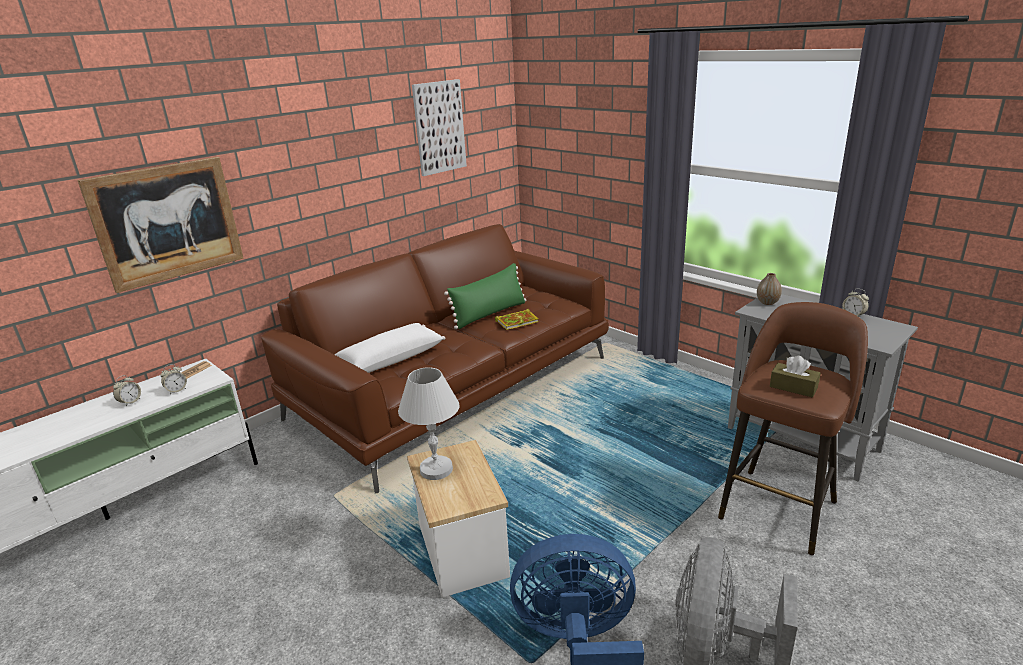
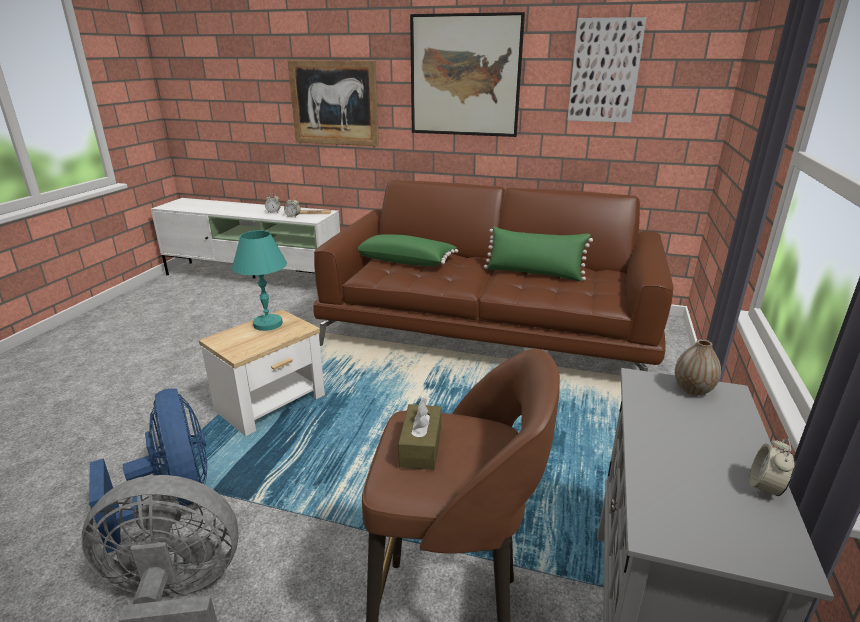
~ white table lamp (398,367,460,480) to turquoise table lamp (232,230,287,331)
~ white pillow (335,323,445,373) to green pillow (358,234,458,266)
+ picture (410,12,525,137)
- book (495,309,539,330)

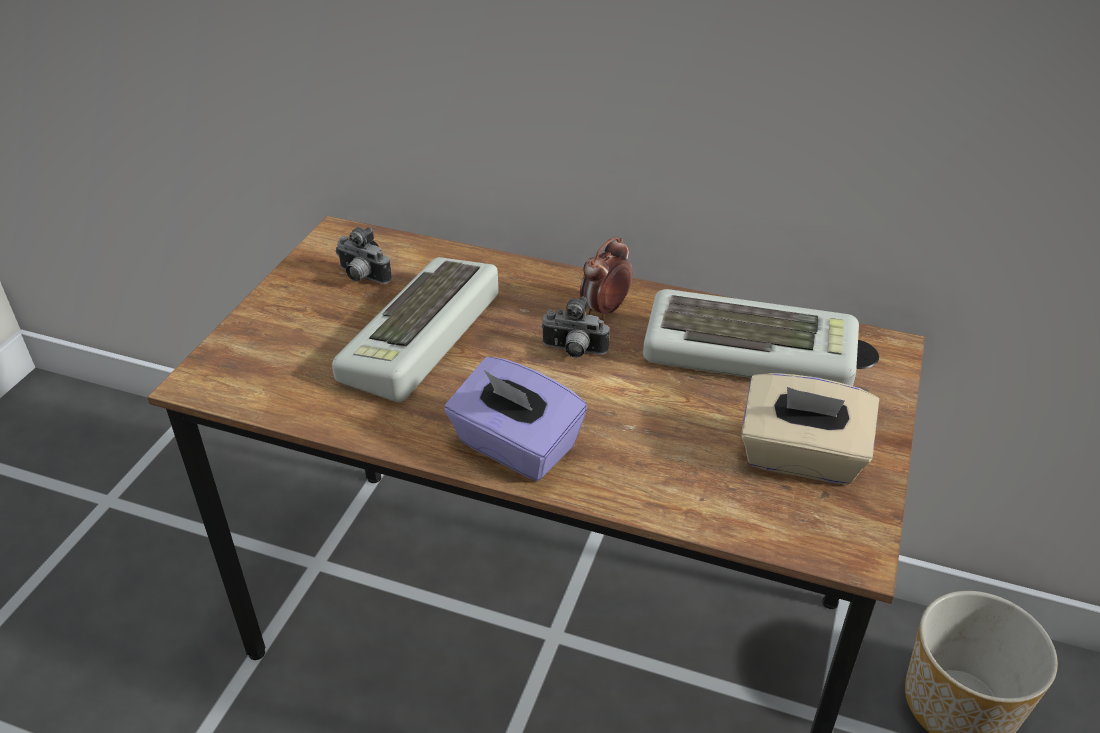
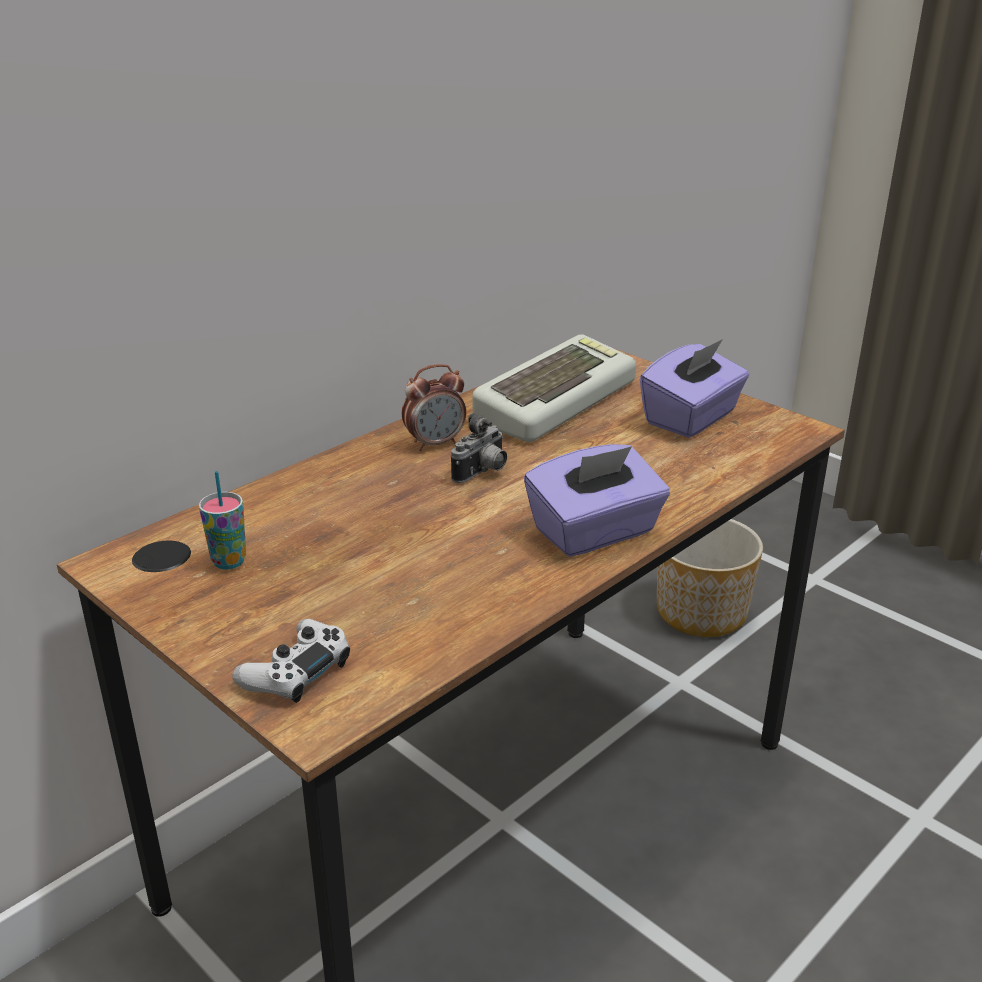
~ photo camera (336,227,392,284) to cup (199,471,246,569)
+ white game controller (232,619,350,703)
~ alarm clock (580,237,633,320) = (402,364,466,451) 90 degrees counterclockwise
~ beige tissue box (741,373,879,485) to purple tissue box (640,339,749,438)
- keyboard (332,257,499,402)

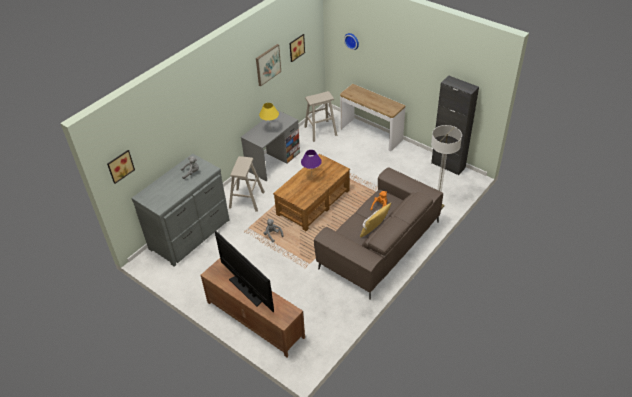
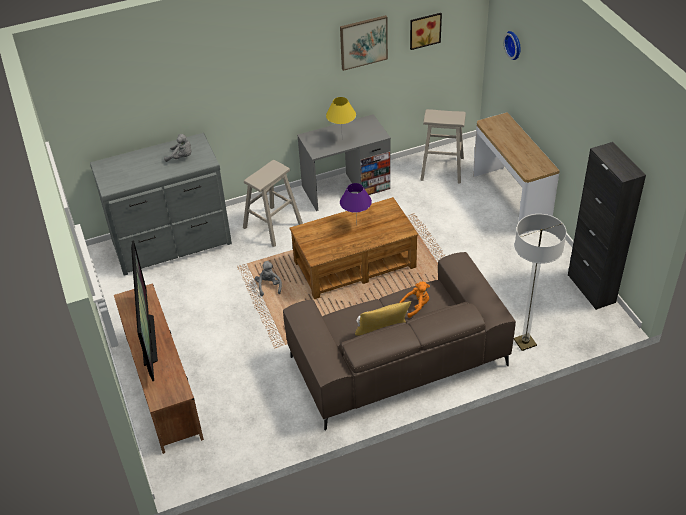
- picture (107,150,135,184)

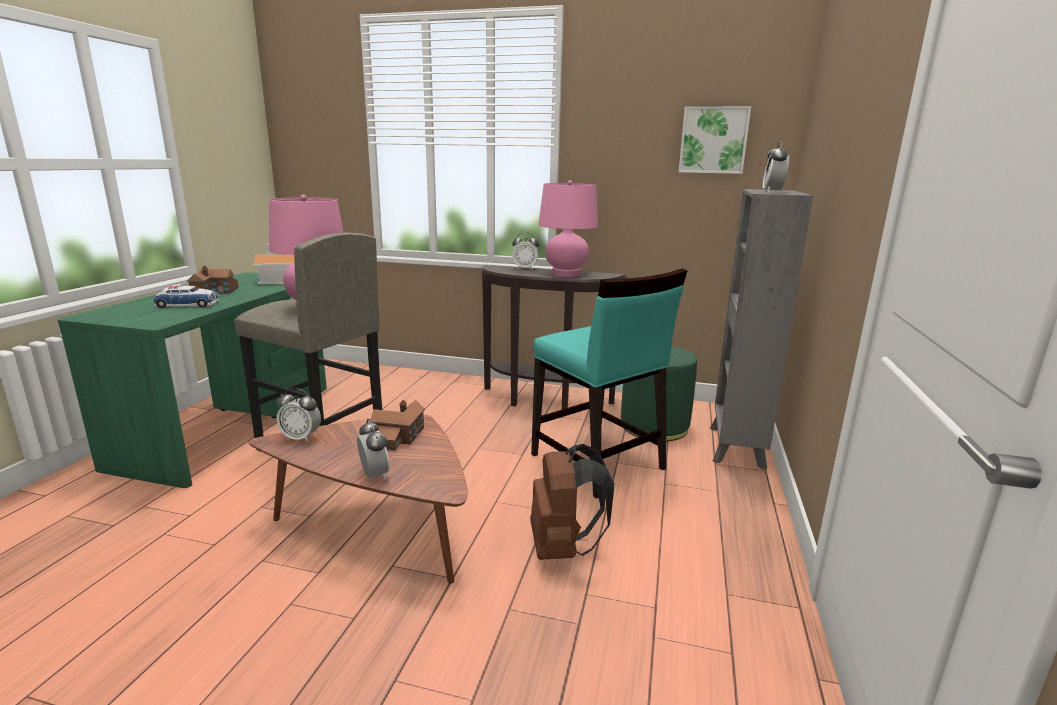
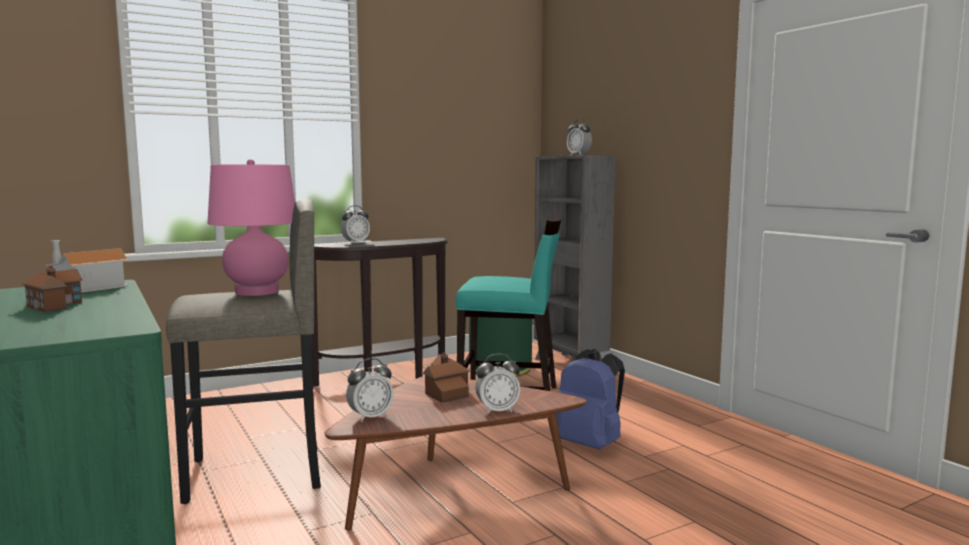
~ alarm clock (357,419,390,480) = (475,354,520,414) 150 degrees clockwise
~ brown backpack (530,444,614,560) to blue backpack (556,349,625,450)
- toy car (154,284,219,308)
- pink table lamp (538,180,598,277)
- picture (679,106,751,174)

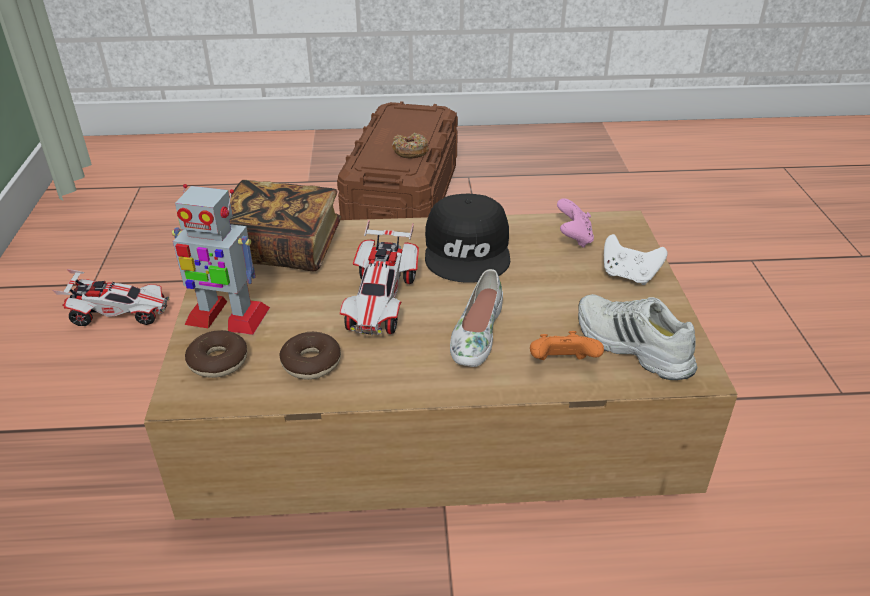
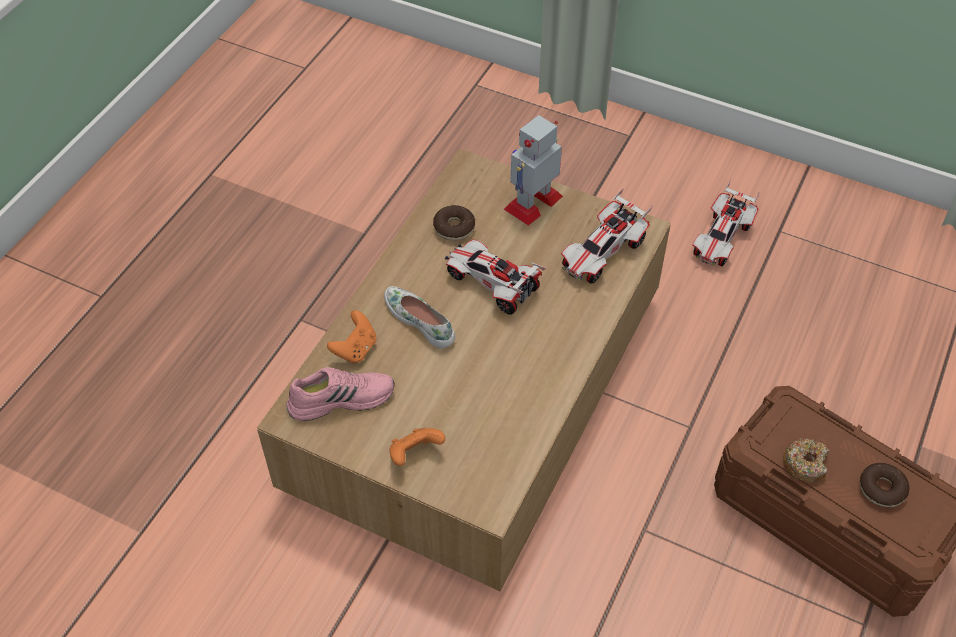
~ white shoe (578,294,697,380) to pink shoe (286,367,394,421)
~ white game controller (604,234,667,285) to orange game controller (389,428,445,466)
~ book (229,180,341,272) to toy car (561,188,652,284)
~ donut (185,330,247,378) to (860,463,910,507)
- black cap (425,194,510,283)
- pink game controller (557,198,594,248)

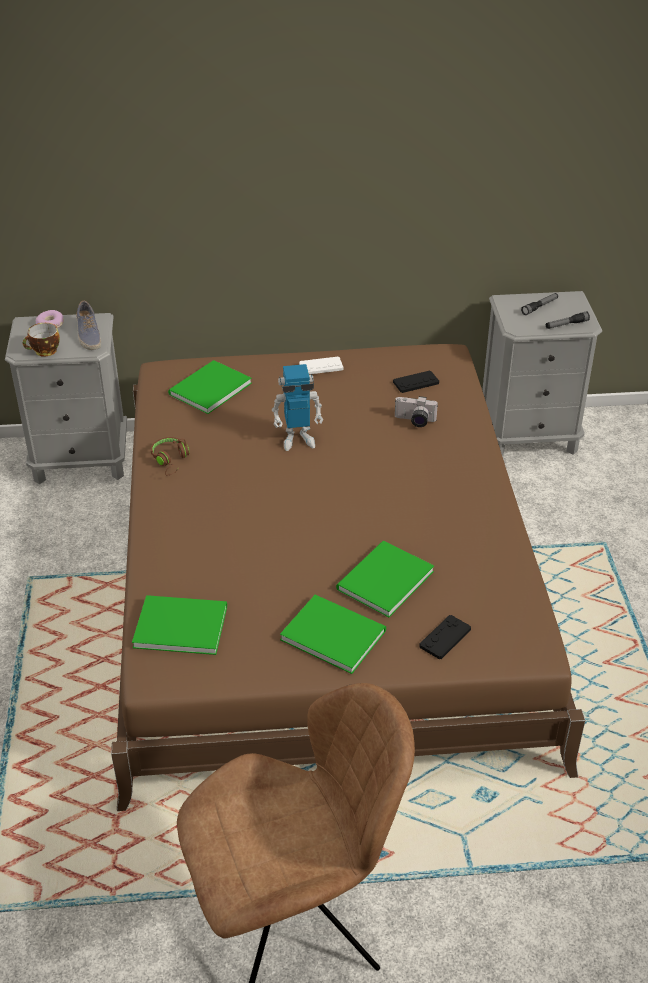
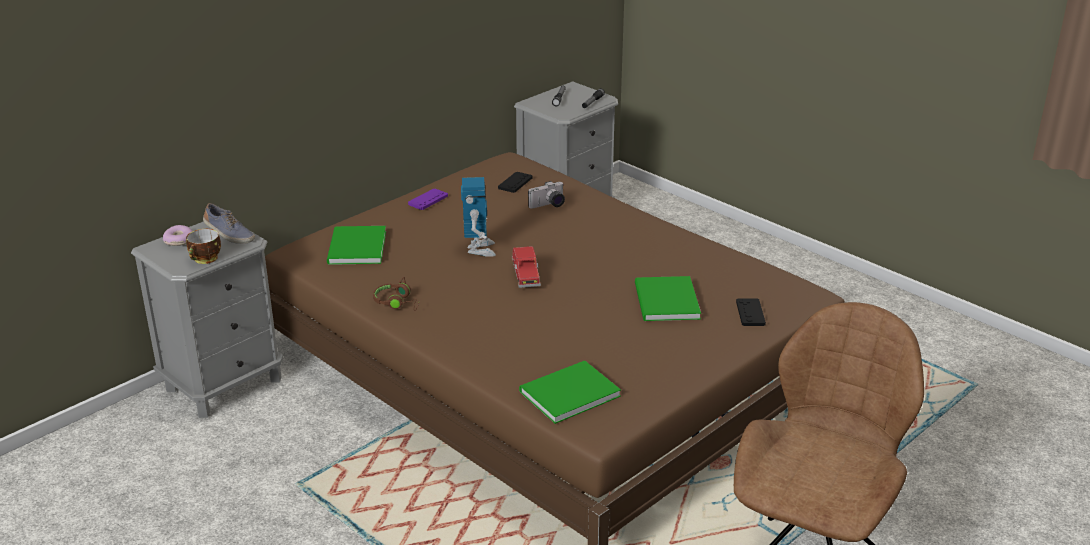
~ white game controller (299,357,343,374) to purple game controller (408,188,448,210)
~ toy robot (272,364,323,451) = (461,177,496,257) 45 degrees counterclockwise
+ red toy car (512,246,541,288)
- green book (280,595,386,674)

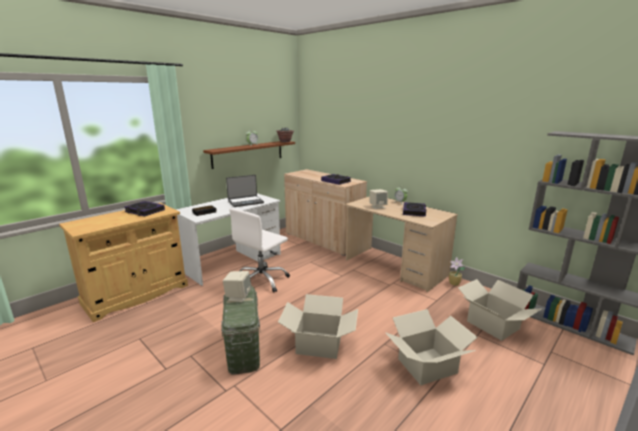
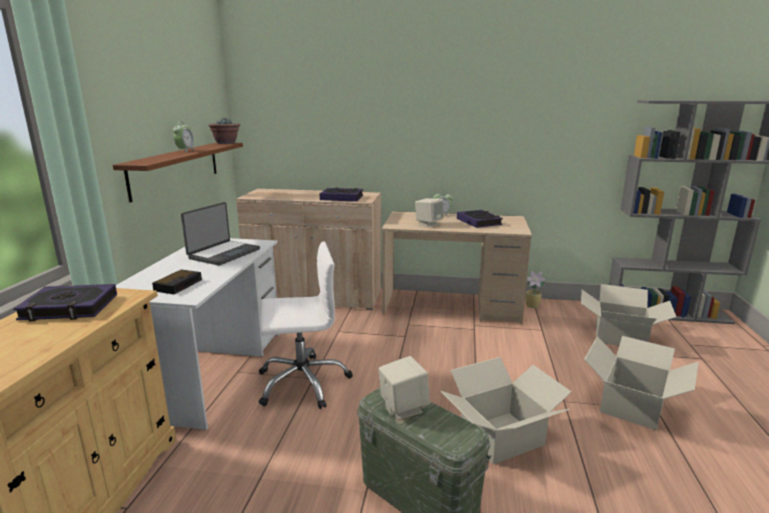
~ white office chair (229,208,290,293) = (259,241,353,409) 105 degrees counterclockwise

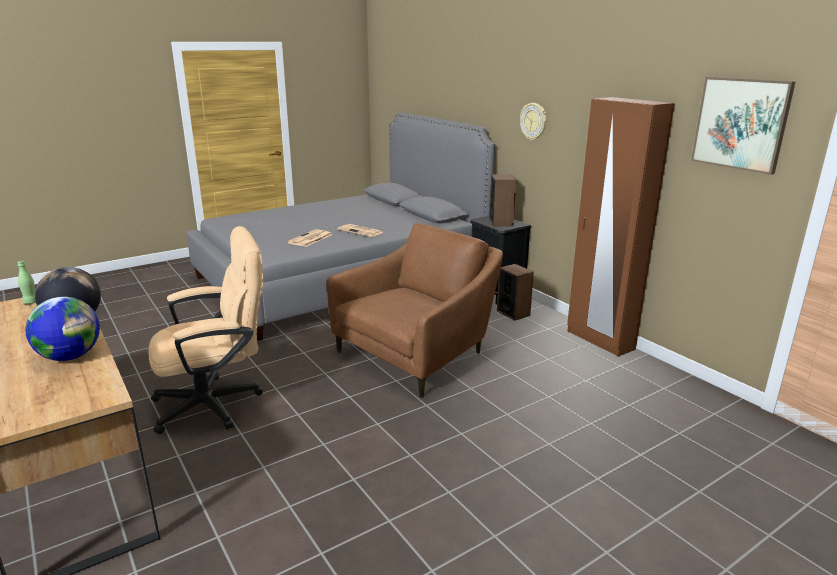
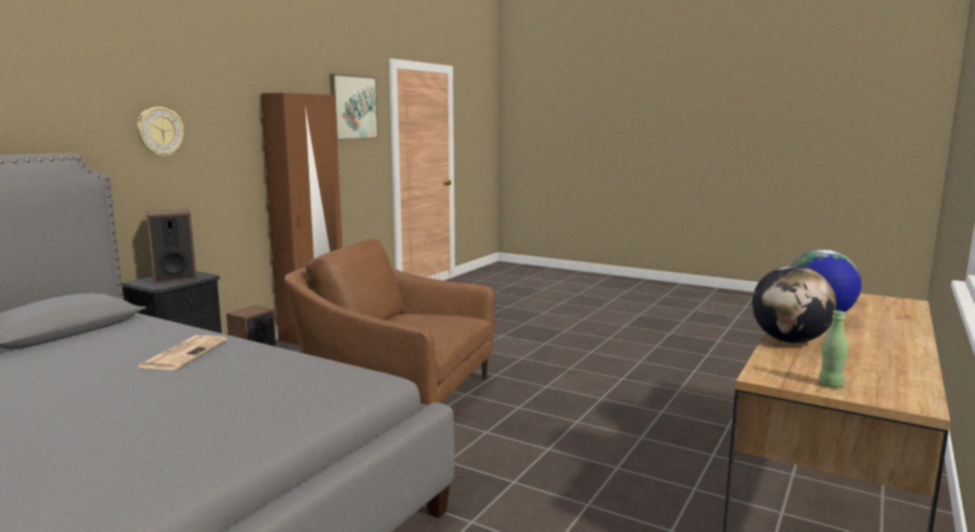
- beige office chair (148,226,263,434)
- newspaper (287,229,332,247)

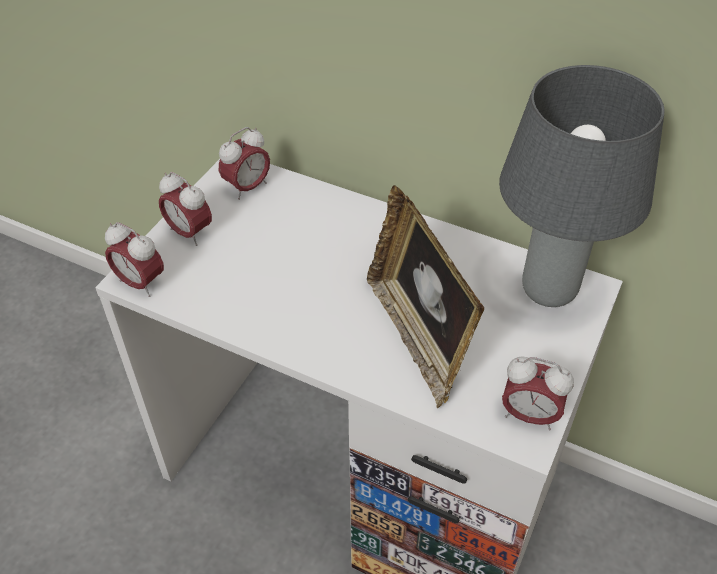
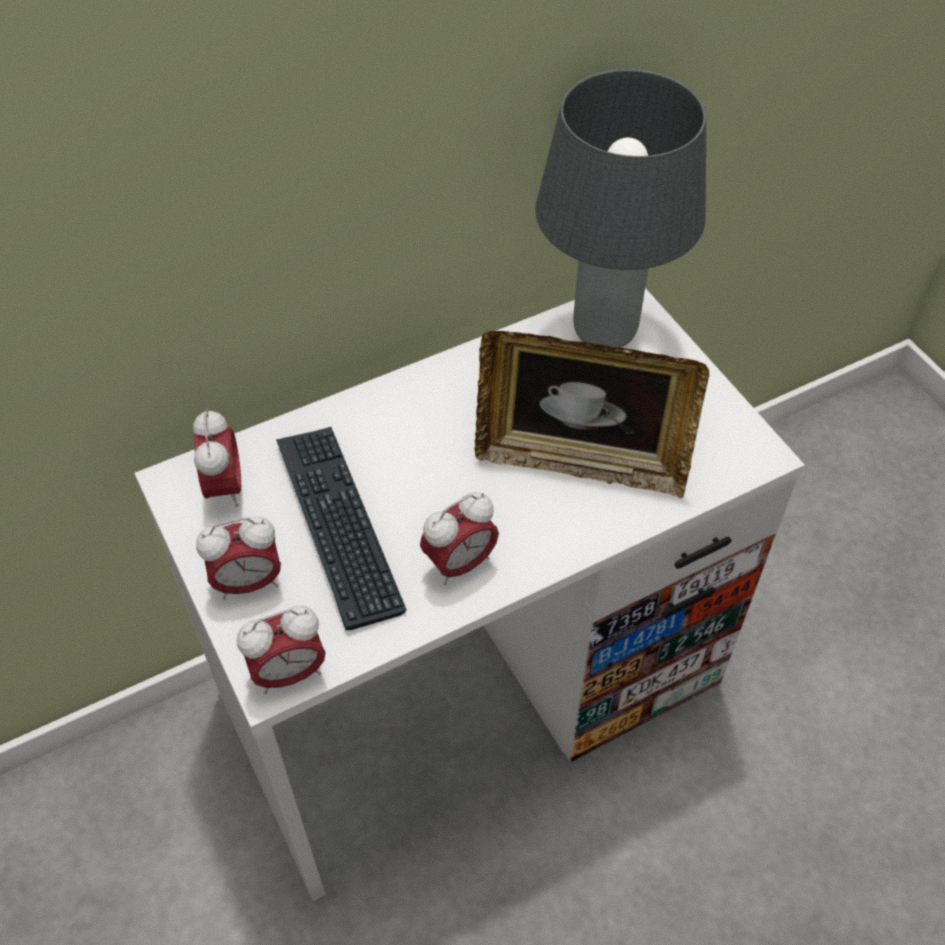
+ keyboard (276,427,407,630)
~ alarm clock (502,356,574,430) to (420,492,499,585)

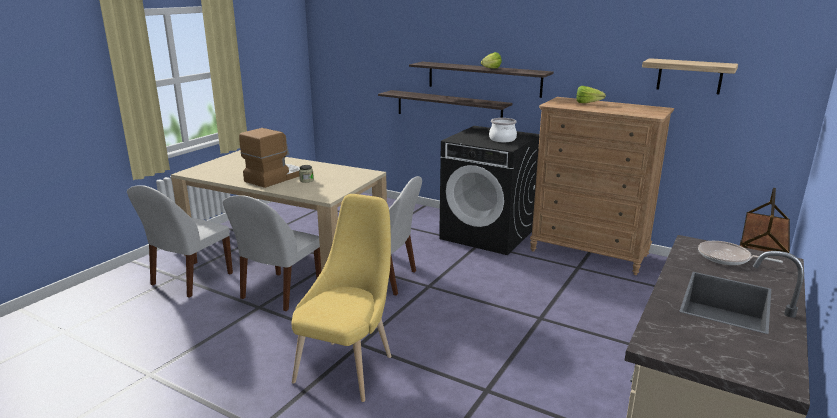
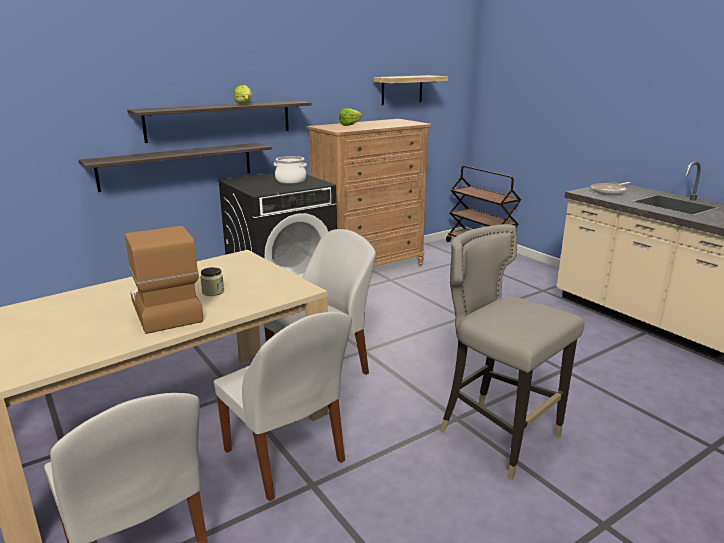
~ yellow chair (292,194,391,402) to grey stool (440,224,584,480)

